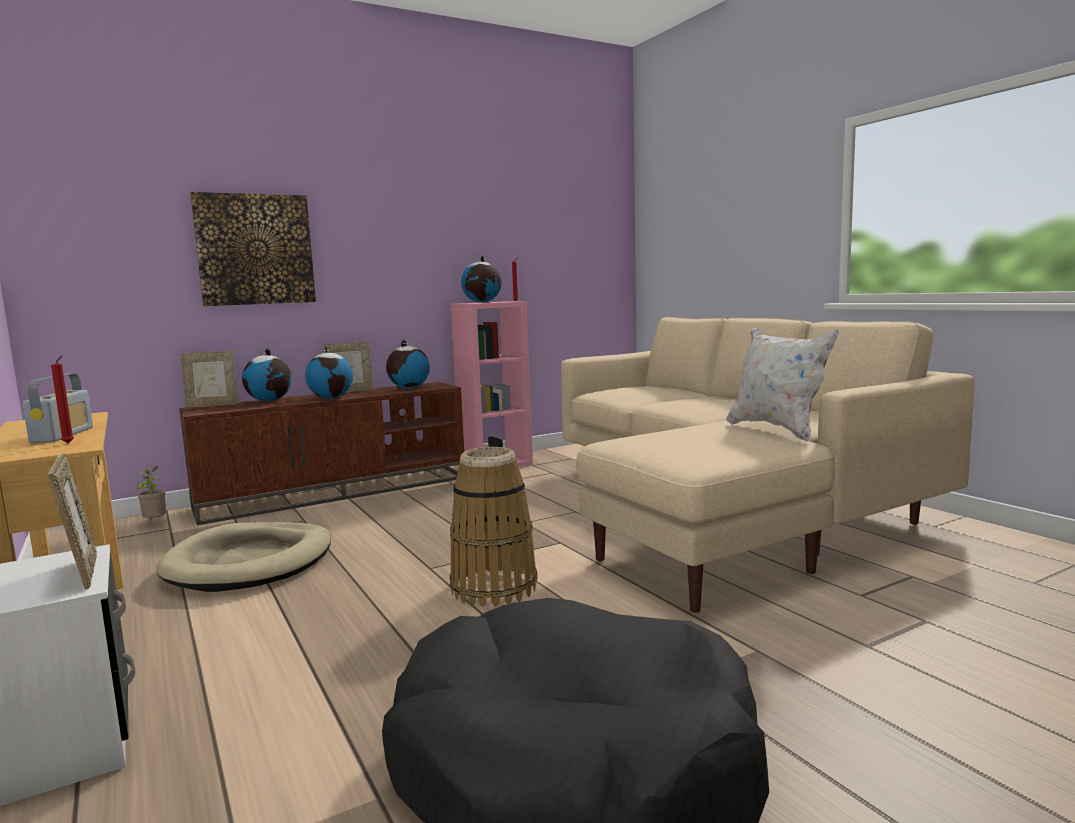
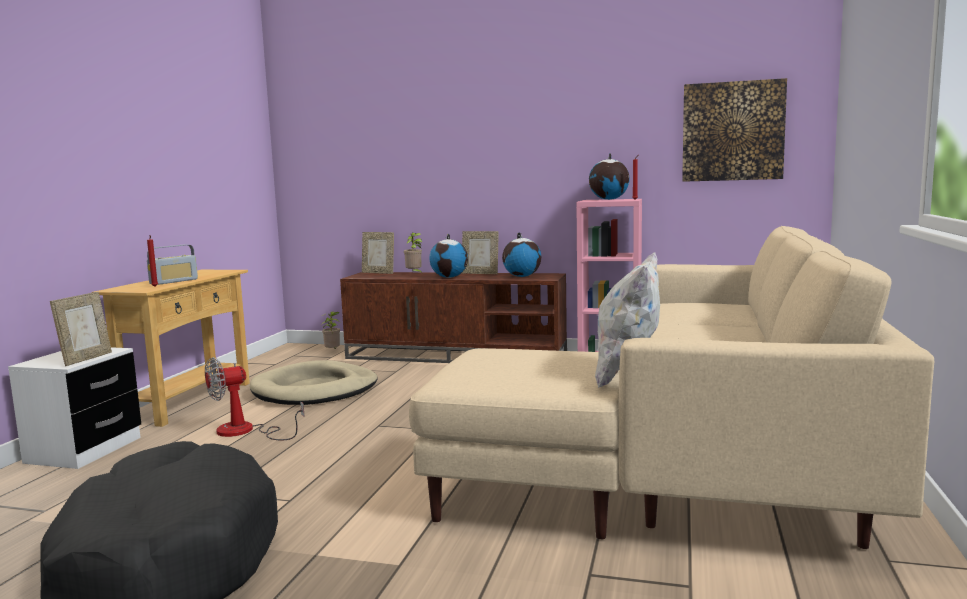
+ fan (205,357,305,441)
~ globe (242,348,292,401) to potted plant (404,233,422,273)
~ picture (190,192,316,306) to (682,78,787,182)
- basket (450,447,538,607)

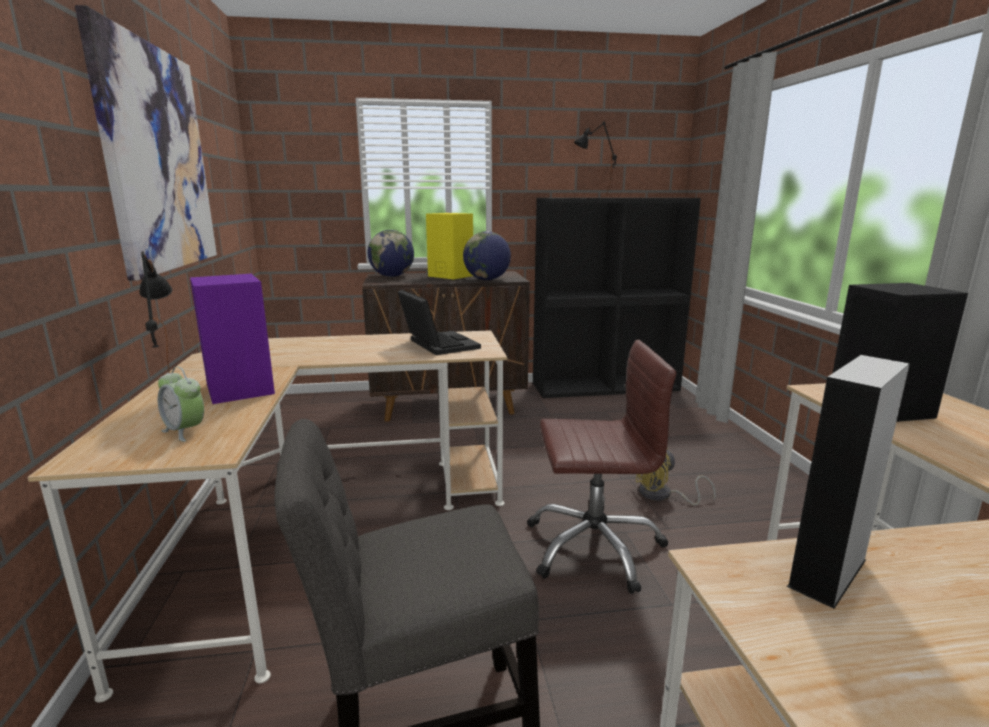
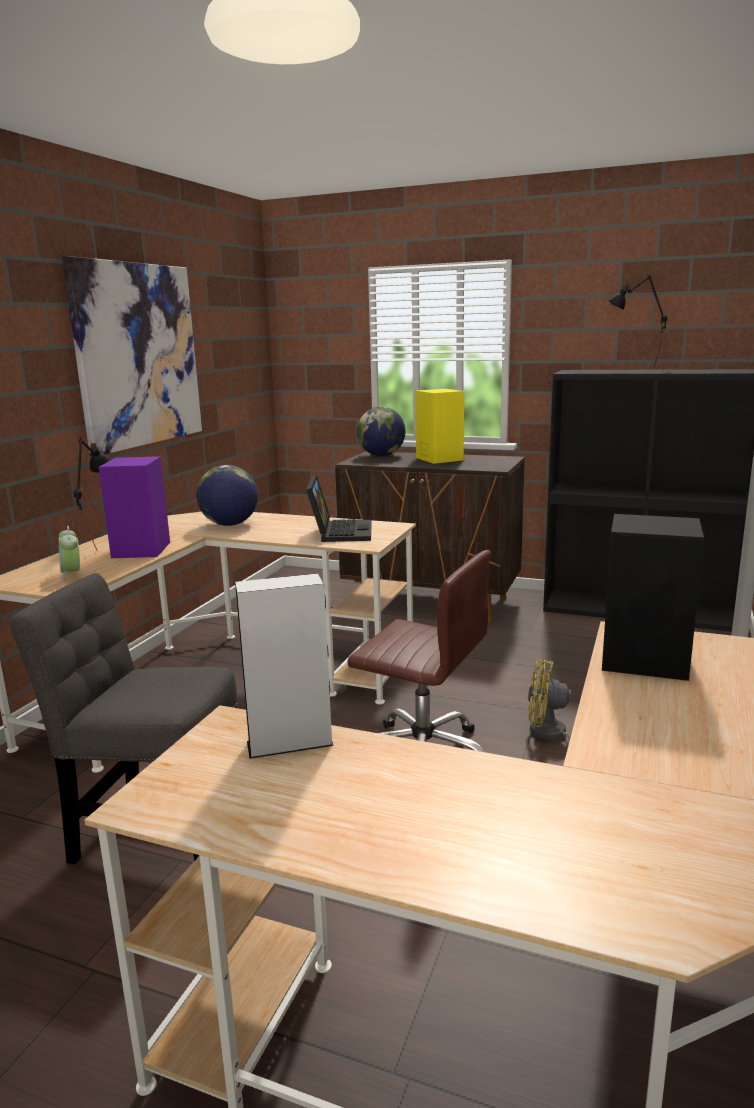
~ globe (463,231,511,280) to (196,465,258,526)

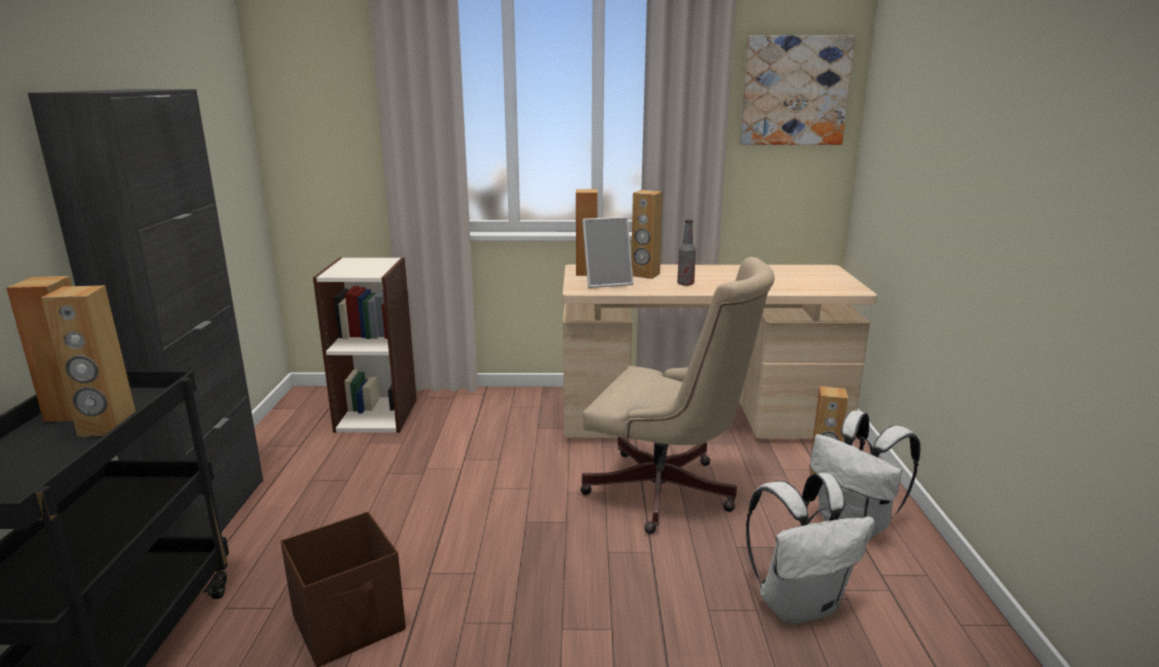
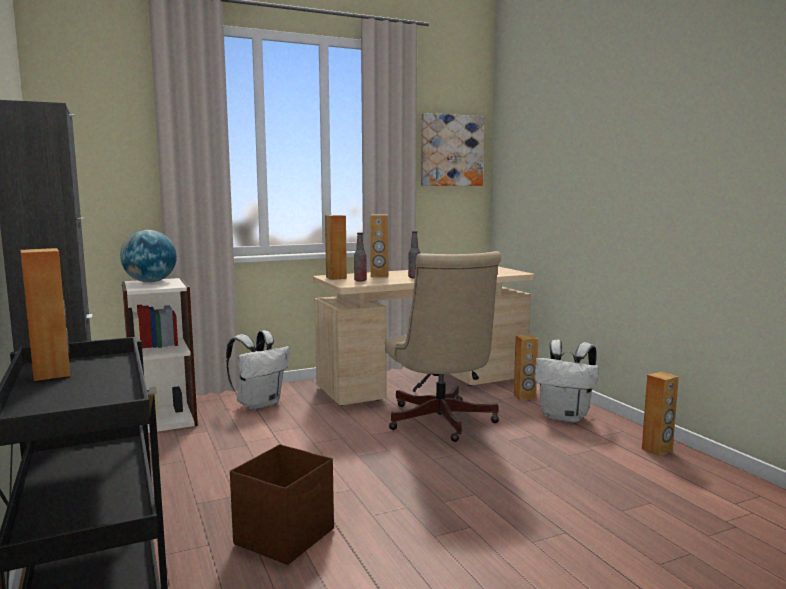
+ globe (120,230,177,283)
~ white backpack (746,473,875,624) to (226,330,290,410)
~ picture frame (582,217,633,288) to bottle (354,233,367,282)
~ beige office chair (580,257,774,534) = (385,251,501,442) 75 degrees clockwise
~ brown speaker (41,285,136,437) to (642,372,679,456)

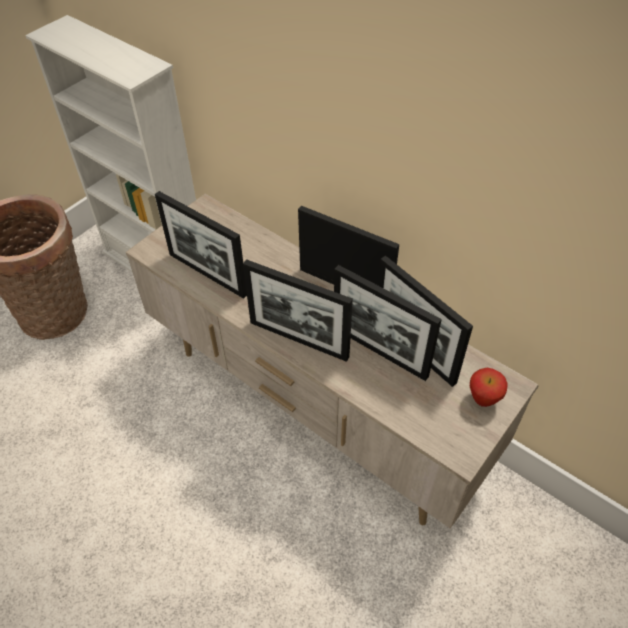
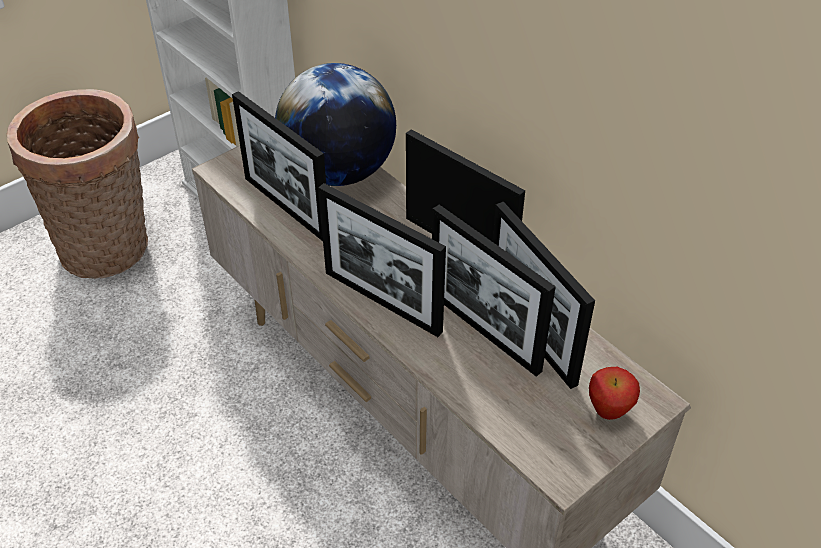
+ globe (275,63,396,186)

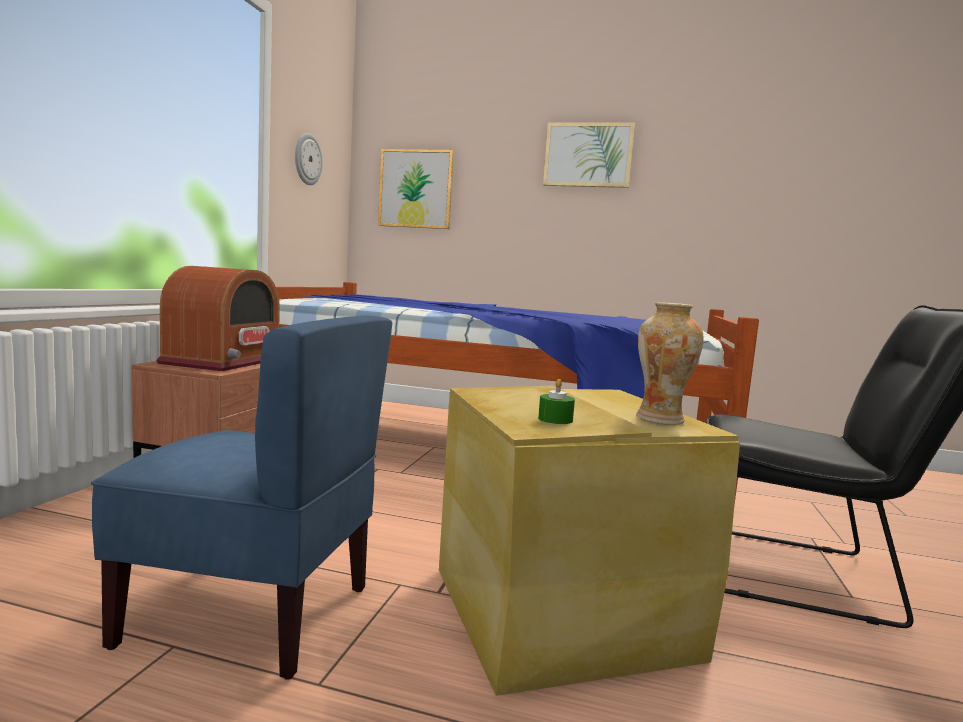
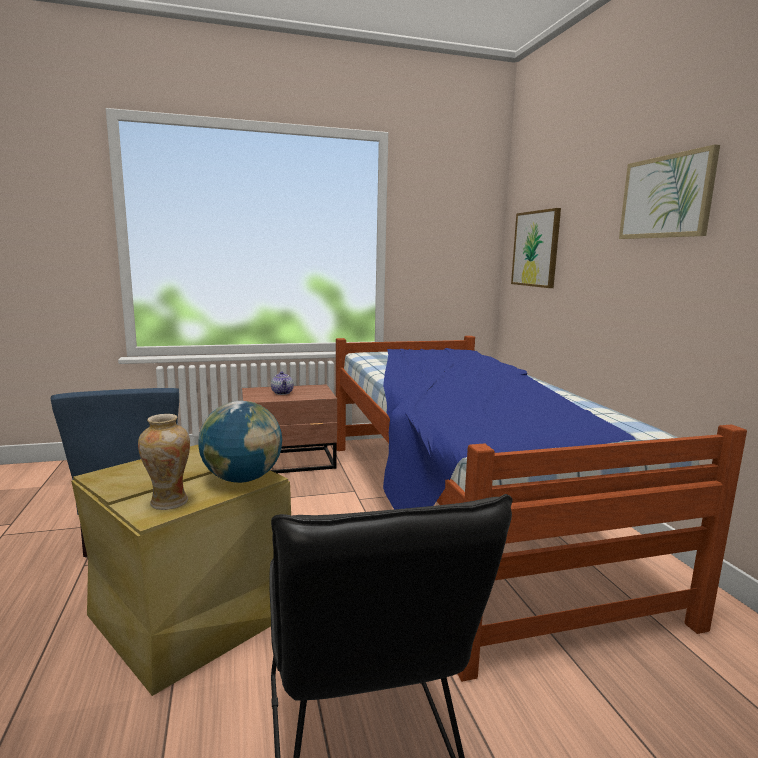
+ globe (198,401,282,483)
~ radio (156,266,280,371) to teapot (271,371,294,395)
- wall clock (295,133,323,185)
- green candle (538,379,575,424)

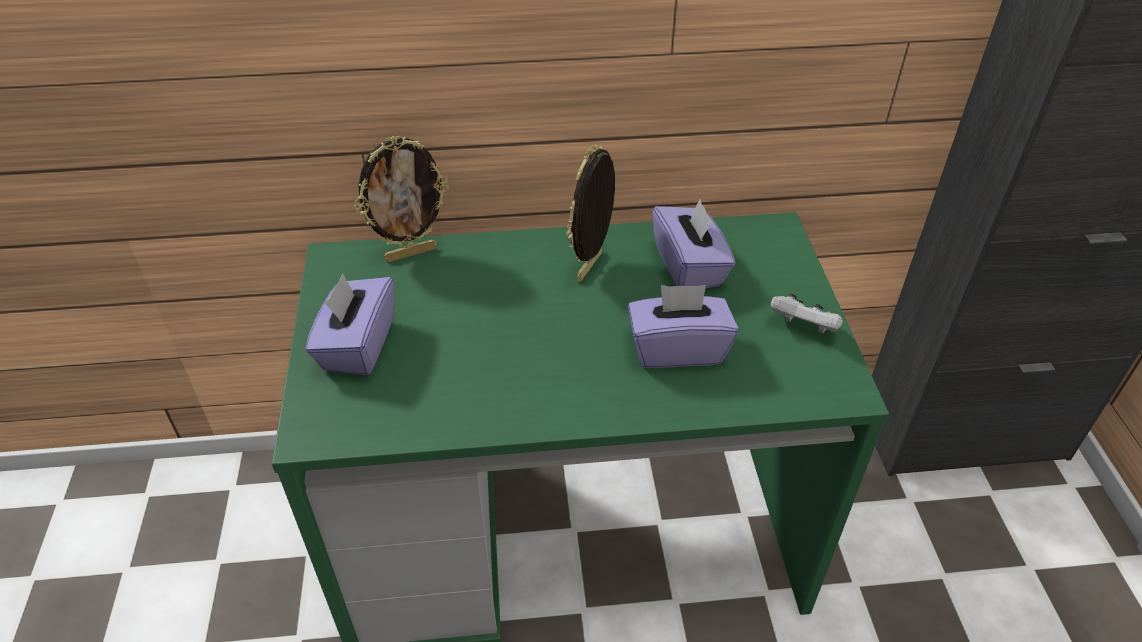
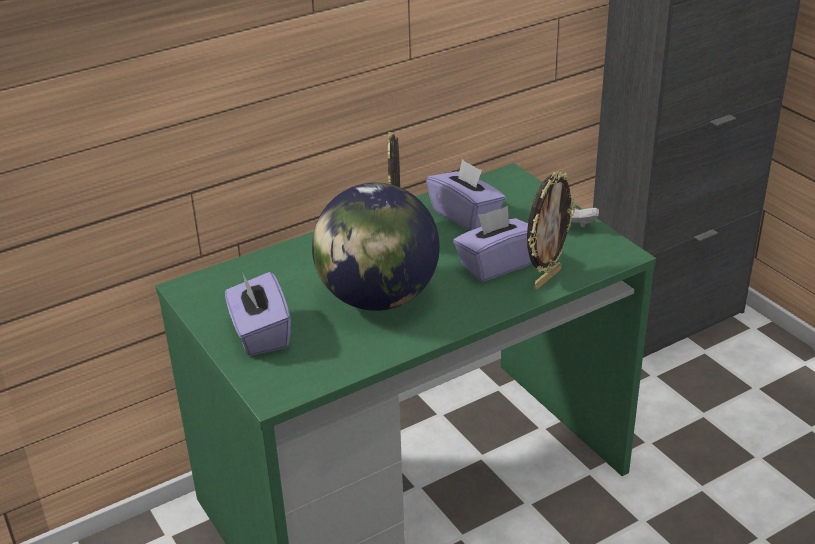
+ globe (312,183,440,311)
~ picture frame (355,136,449,262) to (527,171,575,289)

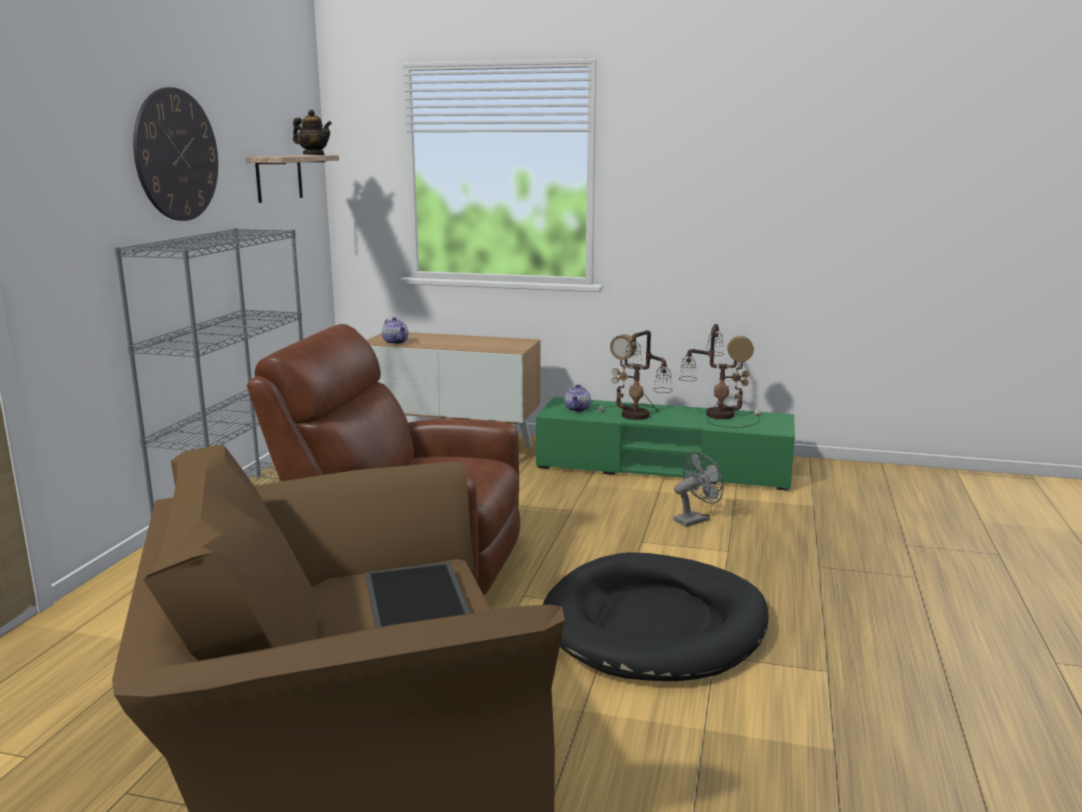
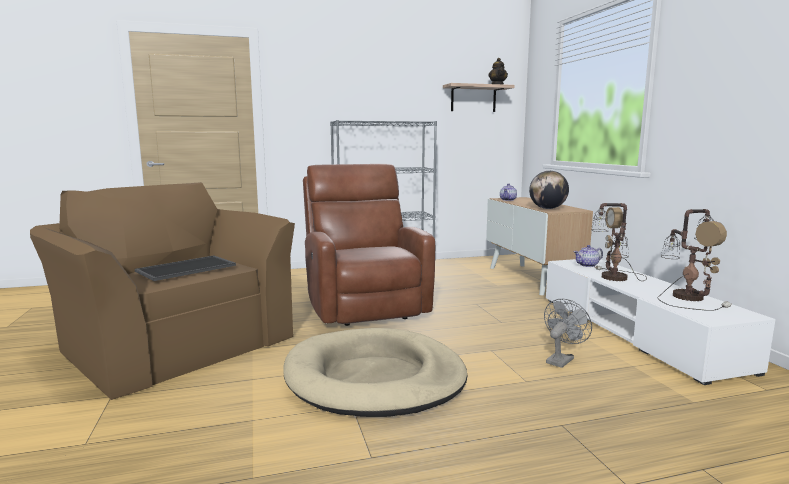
~ black dog bed (543,552,769,681) to beige dog bed (283,328,467,417)
+ globe (529,171,569,209)
~ grey fan (674,451,724,527) = (544,299,592,368) 75 degrees counterclockwise
~ green tv stand (536,397,795,491) to white tv stand (546,259,776,385)
- wall clock (133,87,218,221)

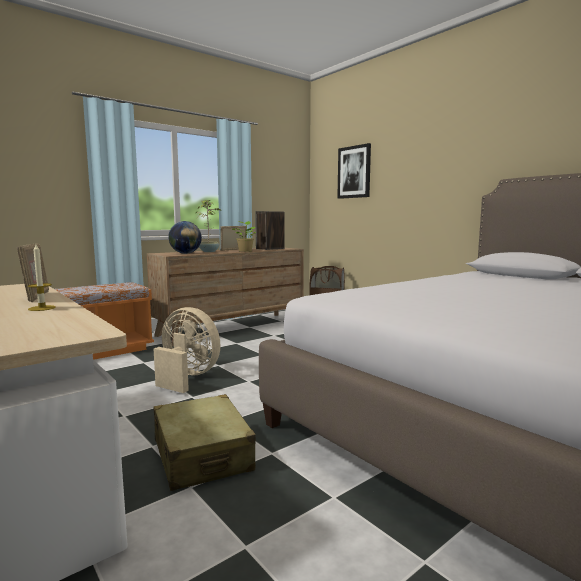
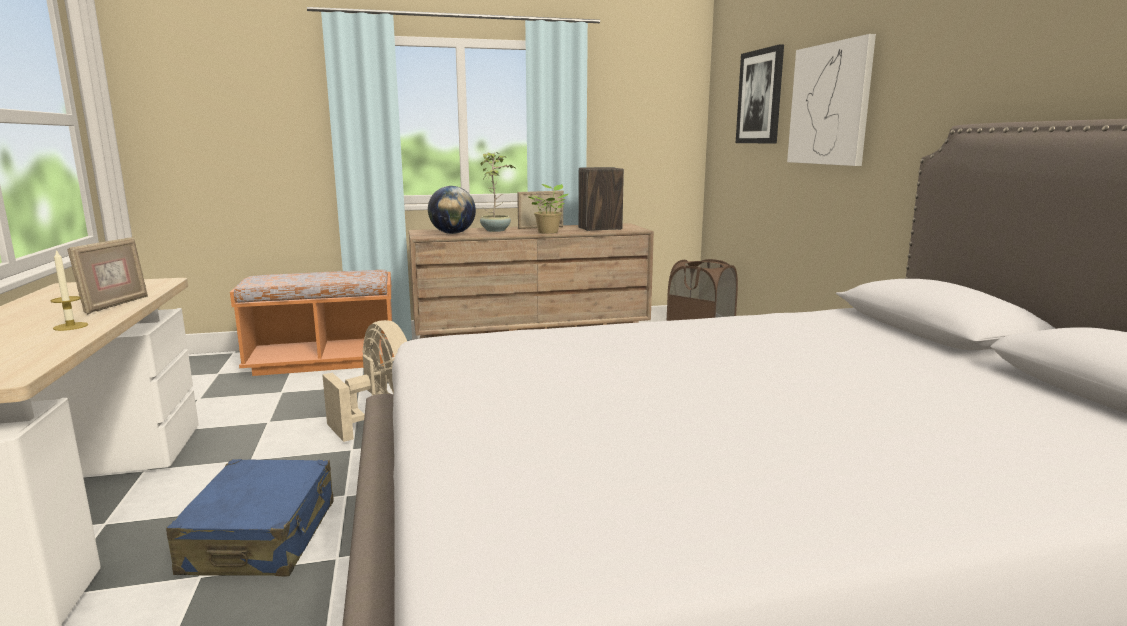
~ beige suitcase (153,394,256,491) to blue suitcase (166,459,334,577)
+ picture (787,34,876,166)

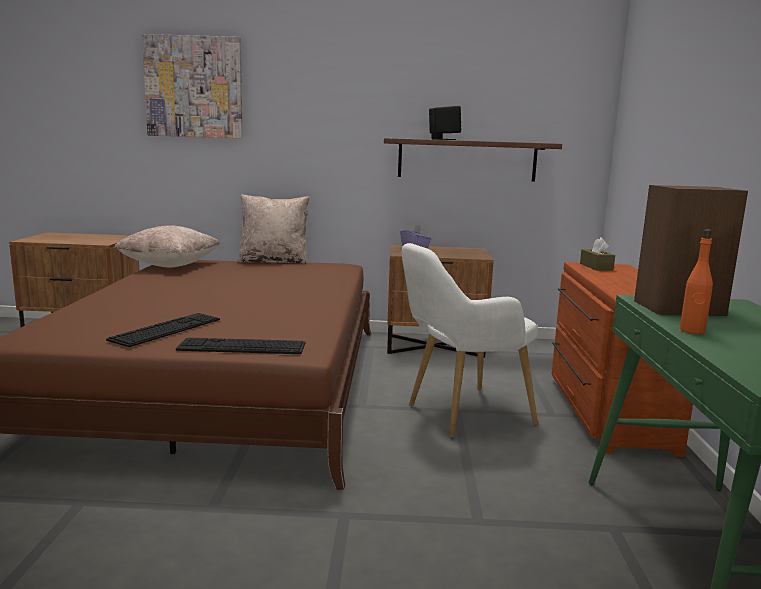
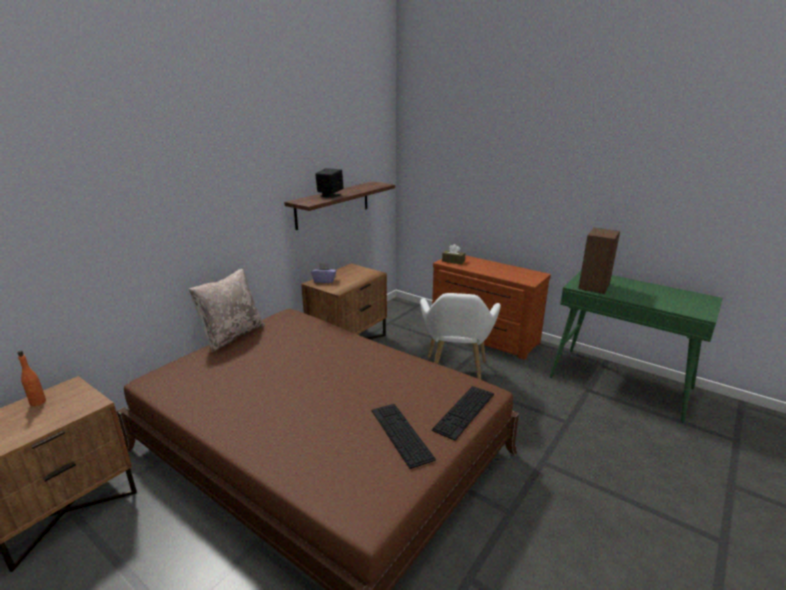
~ orange bottle (680,229,713,334) to (17,351,46,406)
- beige pillow (114,225,220,267)
- picture (142,34,243,138)

